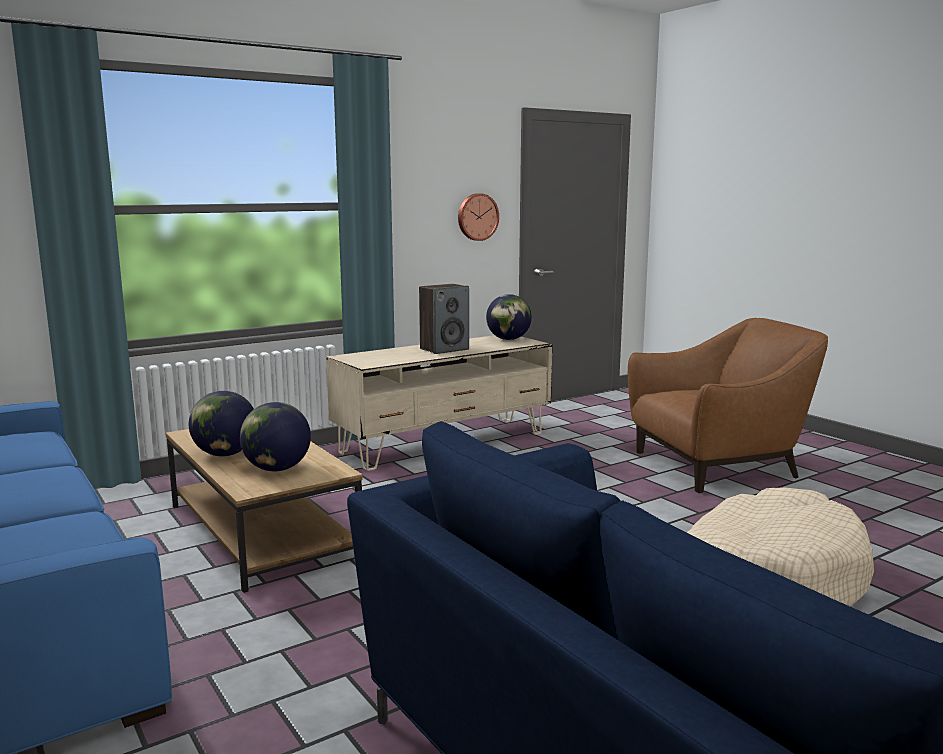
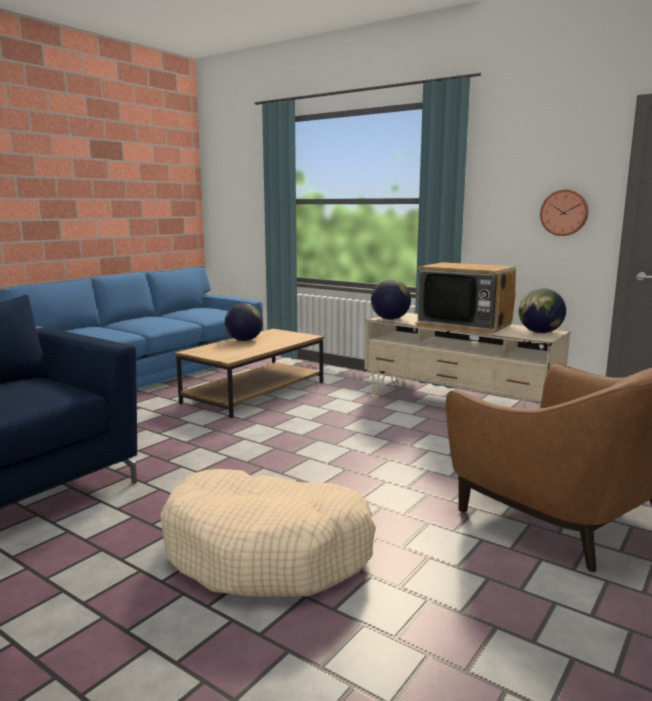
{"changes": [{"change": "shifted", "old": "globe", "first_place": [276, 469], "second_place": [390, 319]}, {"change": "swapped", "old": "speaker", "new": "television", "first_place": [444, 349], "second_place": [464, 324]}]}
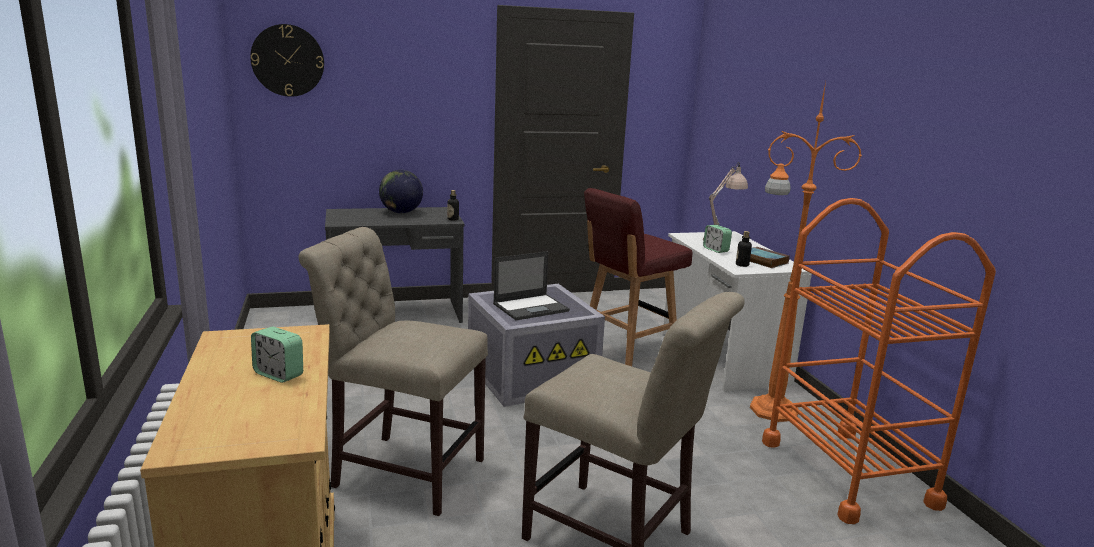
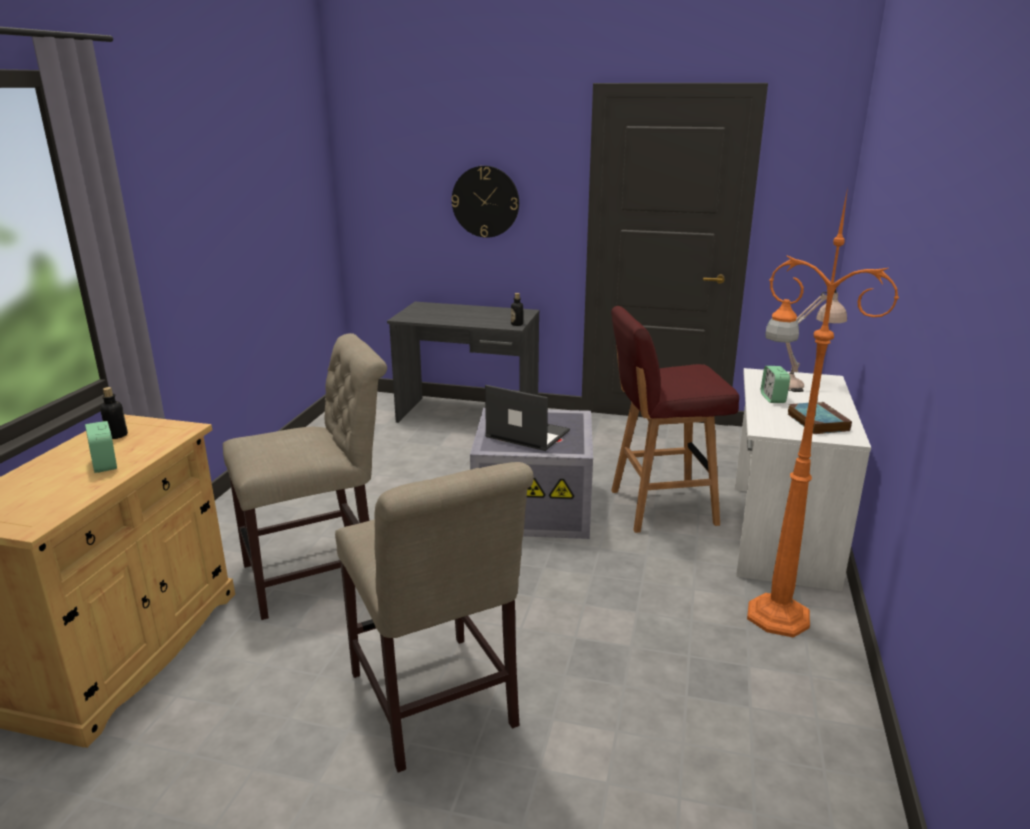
{"changes": [{"change": "shifted", "old": "wall clock", "first_place": [287, 60], "second_place": [485, 201]}, {"change": "rotated", "old": "chair (beige)", "first_place": [402, 470], "second_place": [320, 574], "degrees": 105}, {"change": "gone", "old": "globe", "first_place": [401, 212]}, {"change": "rotated", "old": "laptop", "first_place": [531, 307], "second_place": [526, 434], "degrees": -150}, {"change": "shifted", "old": "bottle", "first_place": [742, 265], "second_place": [117, 435]}, {"change": "gone", "old": "cart (orange)", "first_place": [847, 472]}]}
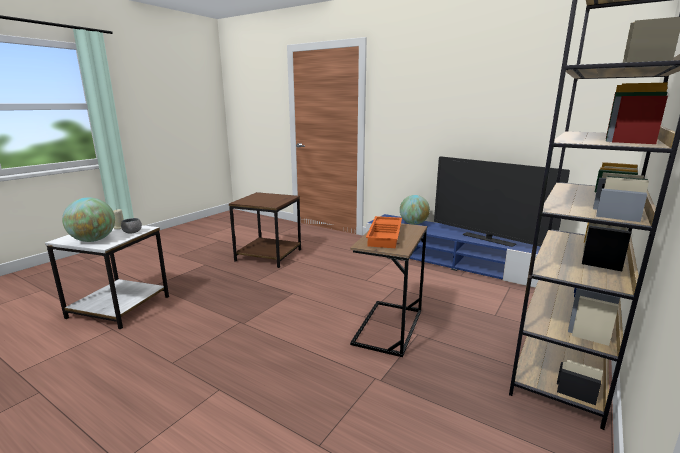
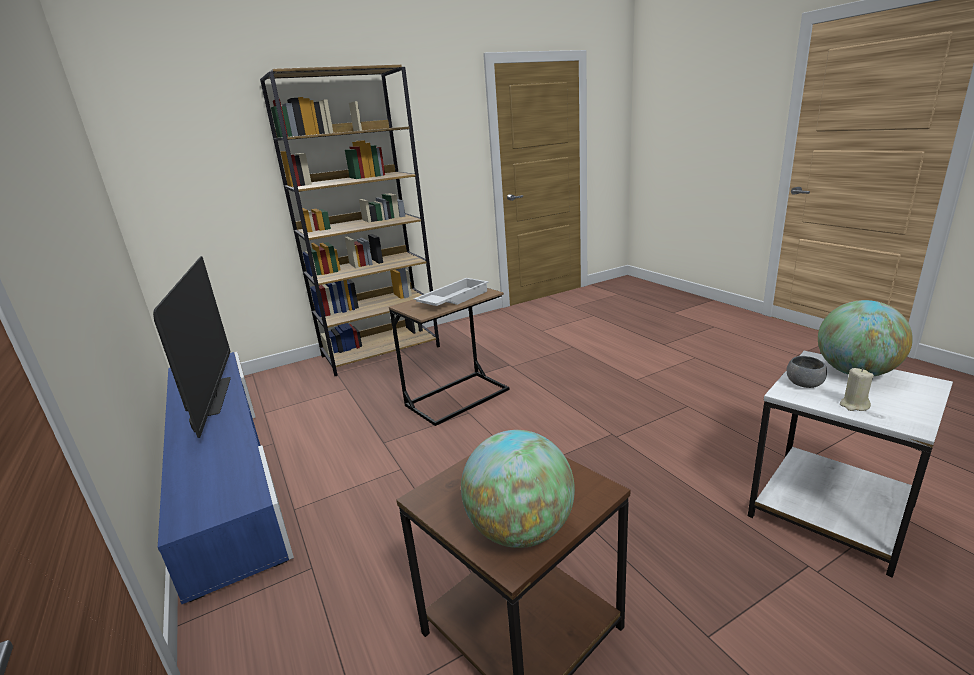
{"changes": [{"change": "repainted", "old": "tray (orange)", "new": "tray (white)", "first_place": [386, 236], "second_place": [453, 299]}, {"change": "shifted", "old": "globe", "first_place": [413, 223], "second_place": [520, 530]}]}
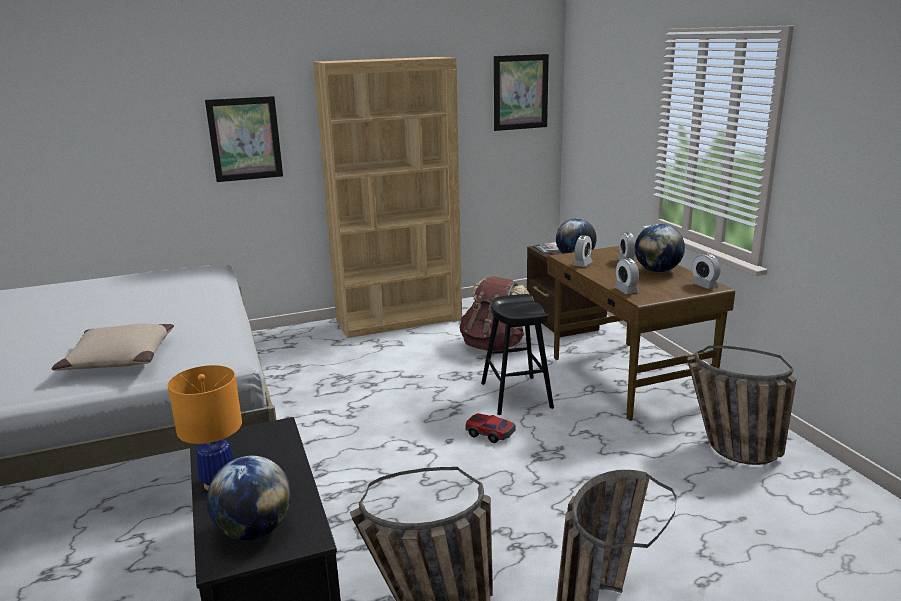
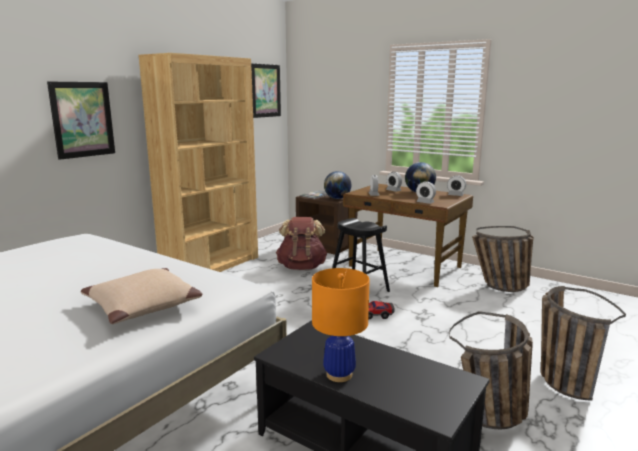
{"changes": [{"change": "gone", "old": "globe", "first_place": [254, 530]}]}
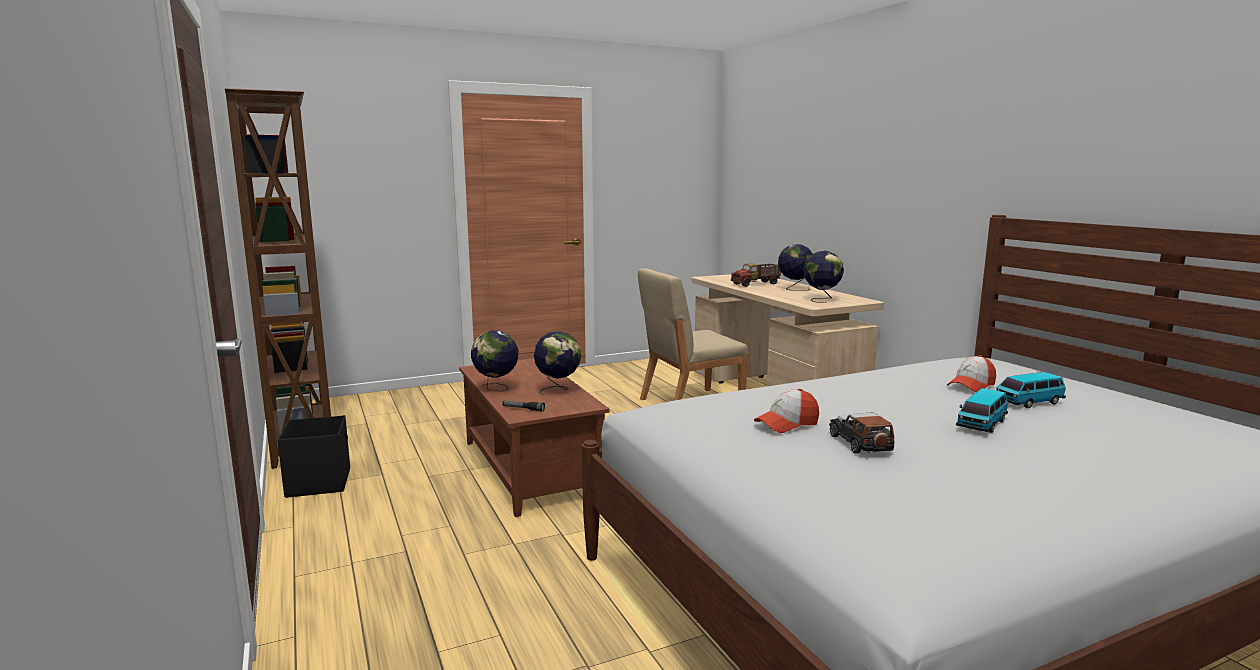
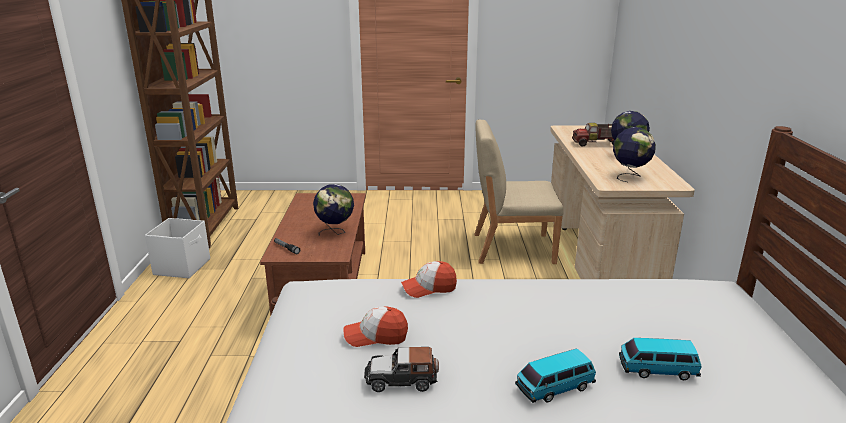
{"changes": [{"change": "repainted", "old": "storage box (black)", "new": "storage box (white)", "first_place": [319, 482], "second_place": [183, 266]}, {"change": "gone", "old": "globe", "first_place": [496, 388]}, {"change": "rotated", "old": "toy car", "first_place": [860, 443], "second_place": [401, 379], "degrees": -105}, {"change": "shifted", "old": "cap", "first_place": [971, 385], "second_place": [429, 288]}]}
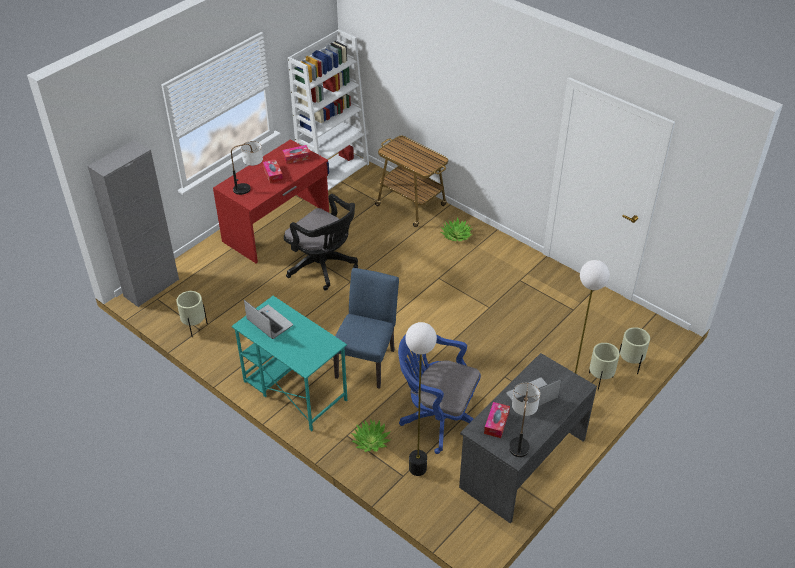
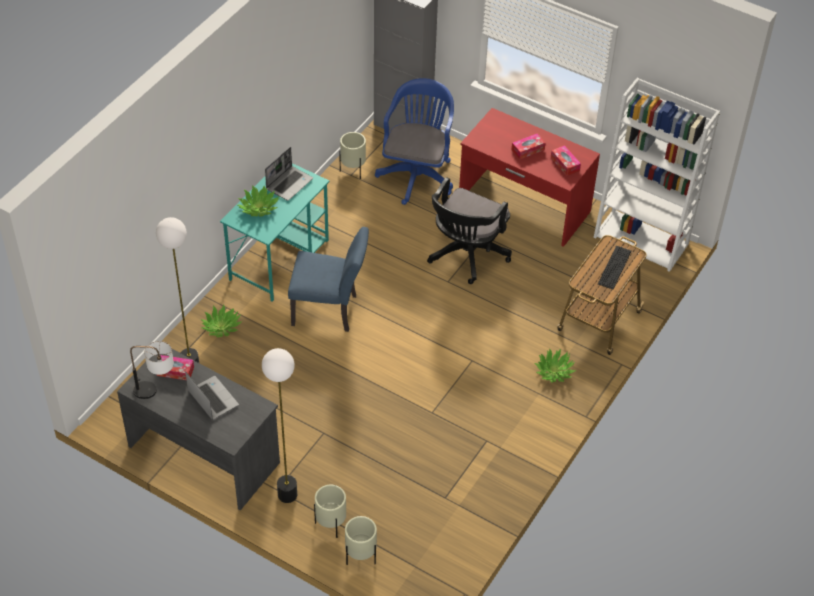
{"changes": [{"change": "gone", "old": "table lamp", "first_place": [250, 187]}, {"change": "shifted", "old": "office chair (blue)", "first_place": [437, 418], "second_place": [417, 174]}, {"change": "new", "new": "potted plant", "second_place": [258, 208]}, {"change": "new", "new": "keyboard", "second_place": [614, 267]}]}
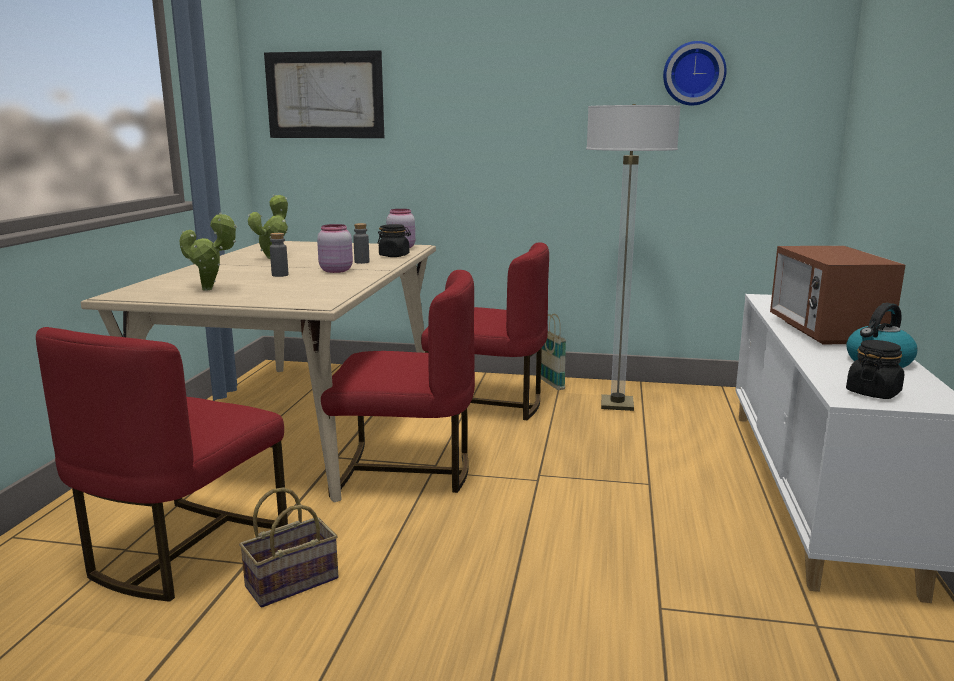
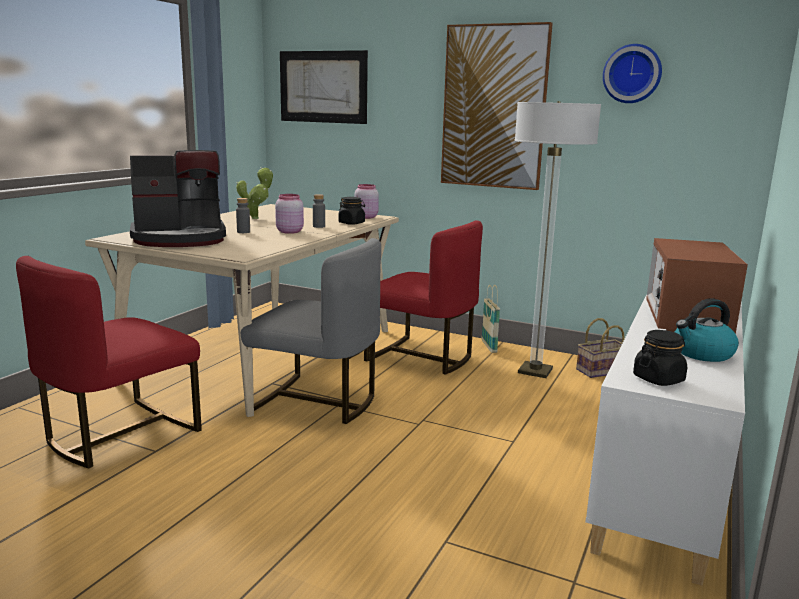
{"changes": [{"change": "swapped", "old": "potted plant", "new": "coffee machine", "first_place": [211, 289], "second_place": [180, 239]}, {"change": "shifted", "old": "basket", "first_place": [293, 581], "second_place": [601, 370]}, {"change": "repainted", "old": "chair (red)", "new": "chair (grey)", "first_place": [404, 471], "second_place": [316, 401]}, {"change": "new", "new": "picture", "second_place": [494, 107]}]}
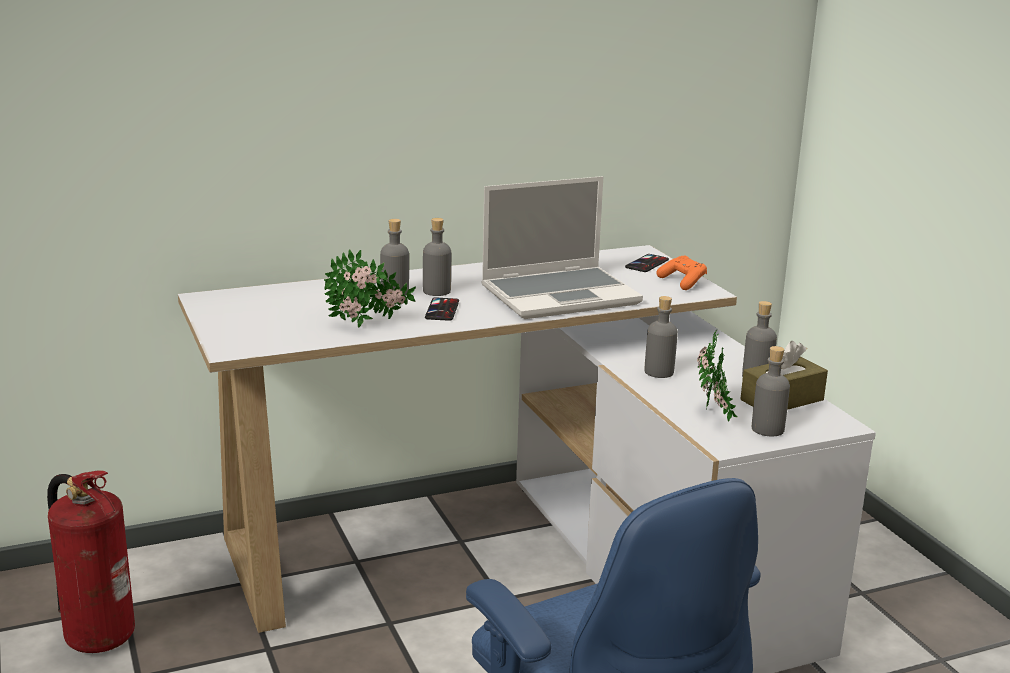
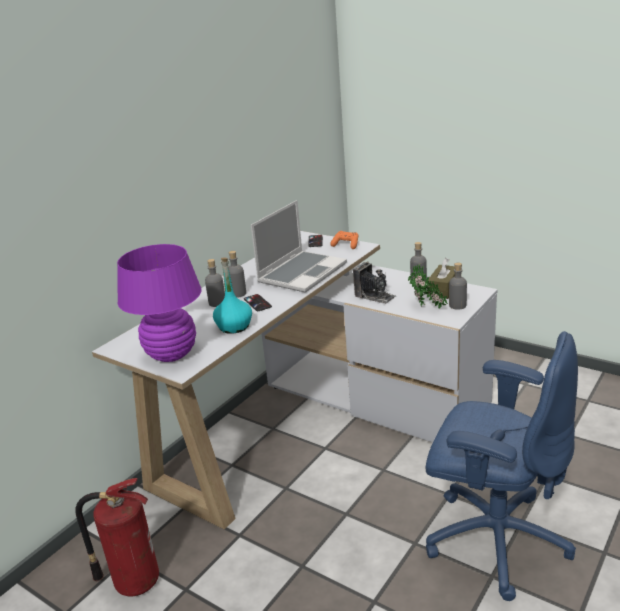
{"changes": [{"change": "swapped", "old": "potted plant", "new": "bottle (turquoise)", "first_place": [369, 325], "second_place": [234, 326]}, {"change": "swapped", "old": "bottle (grey)", "new": "photo camera", "first_place": [659, 372], "second_place": [375, 296]}, {"change": "new", "new": "table lamp (purple)", "second_place": [171, 354]}]}
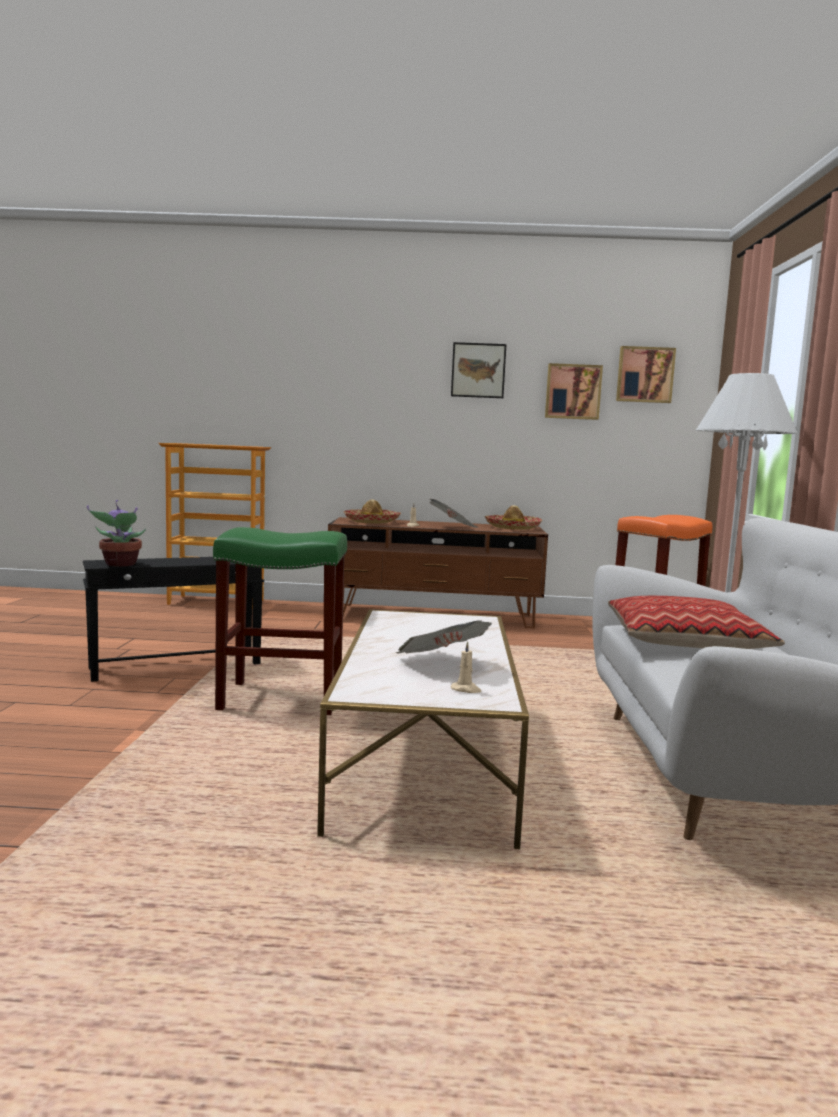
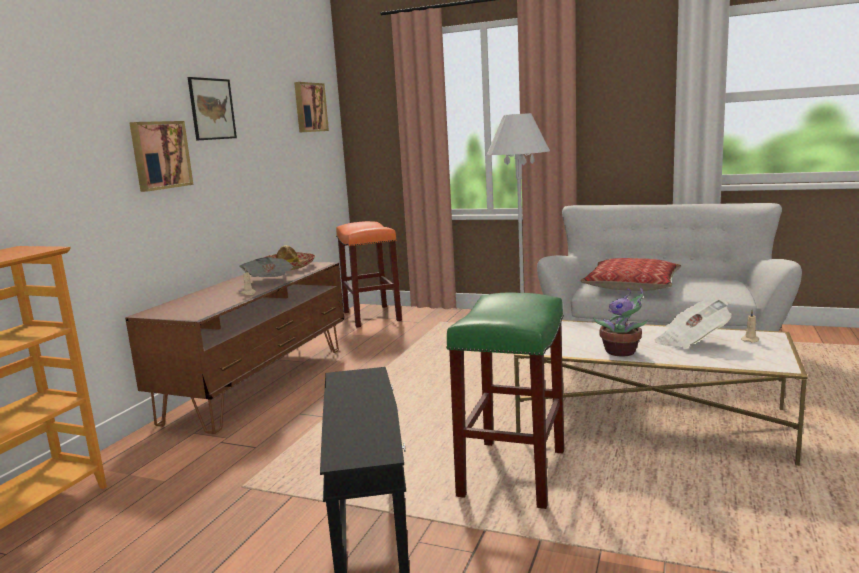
{"changes": [{"change": "shifted", "old": "potted plant", "first_place": [120, 565], "second_place": [622, 352]}, {"change": "gone", "old": "hat", "first_place": [371, 522]}, {"change": "shifted", "old": "picture", "first_place": [573, 392], "second_place": [159, 155]}]}
